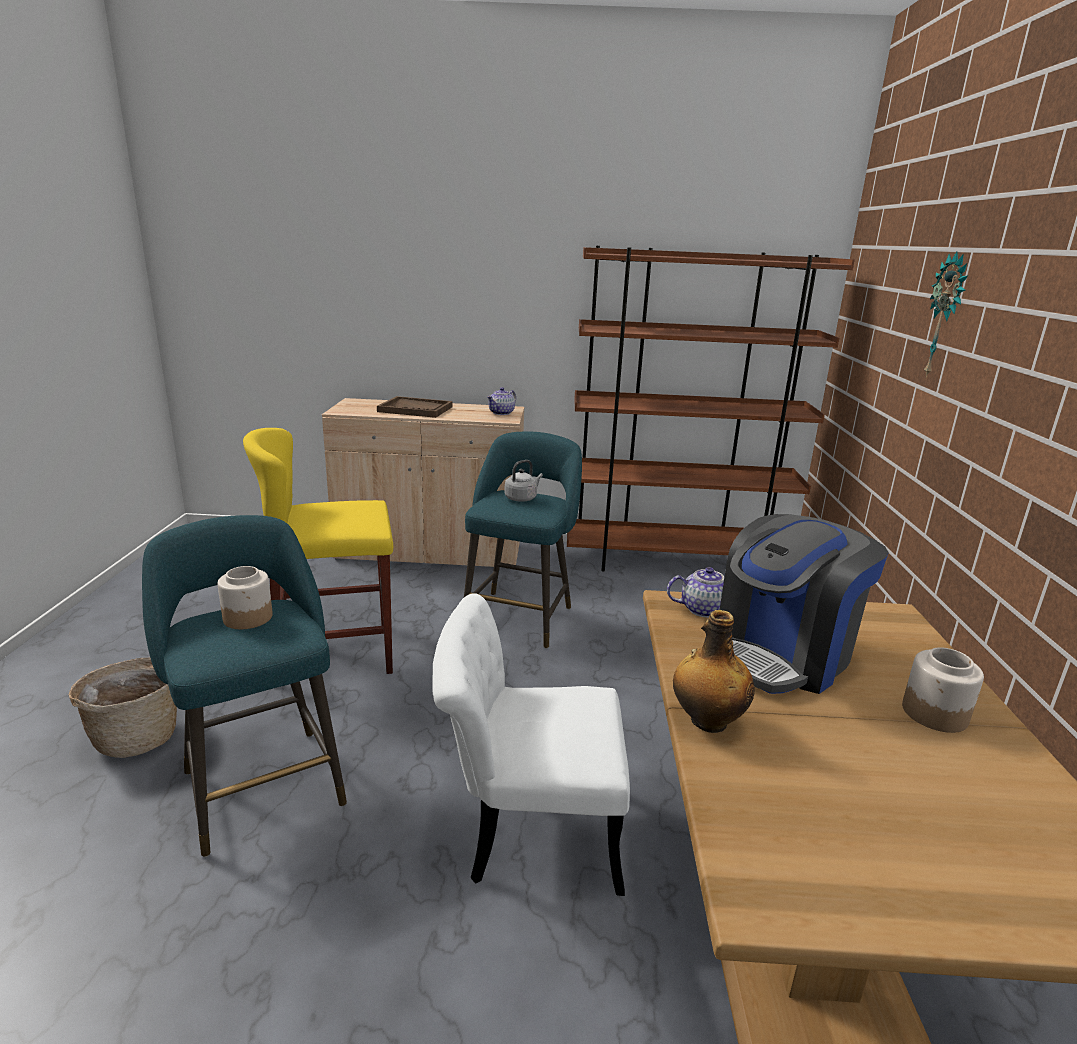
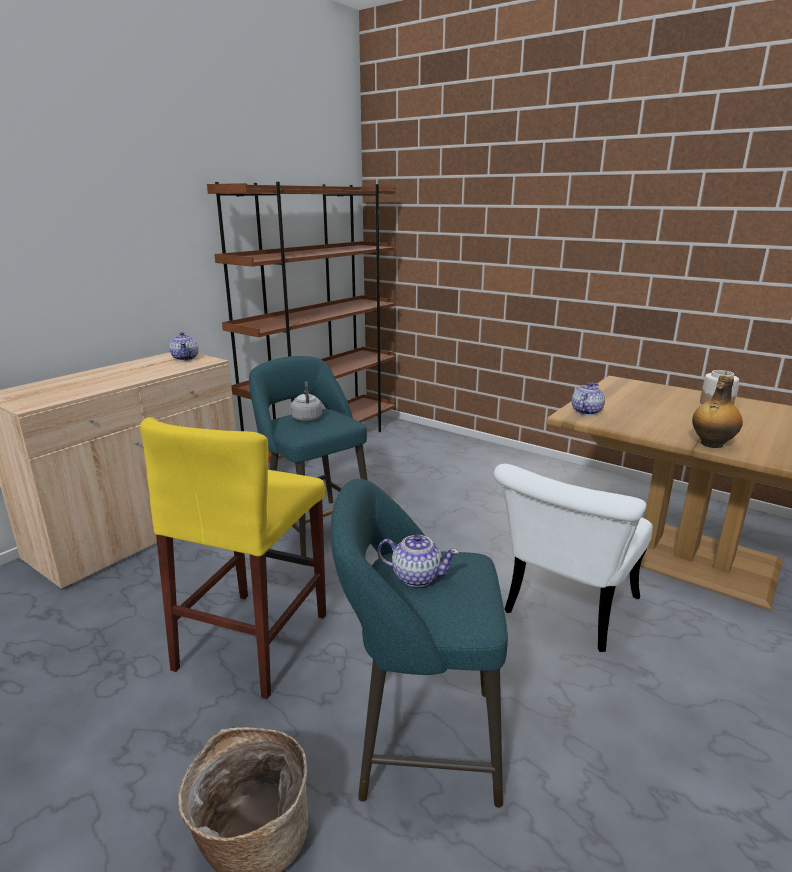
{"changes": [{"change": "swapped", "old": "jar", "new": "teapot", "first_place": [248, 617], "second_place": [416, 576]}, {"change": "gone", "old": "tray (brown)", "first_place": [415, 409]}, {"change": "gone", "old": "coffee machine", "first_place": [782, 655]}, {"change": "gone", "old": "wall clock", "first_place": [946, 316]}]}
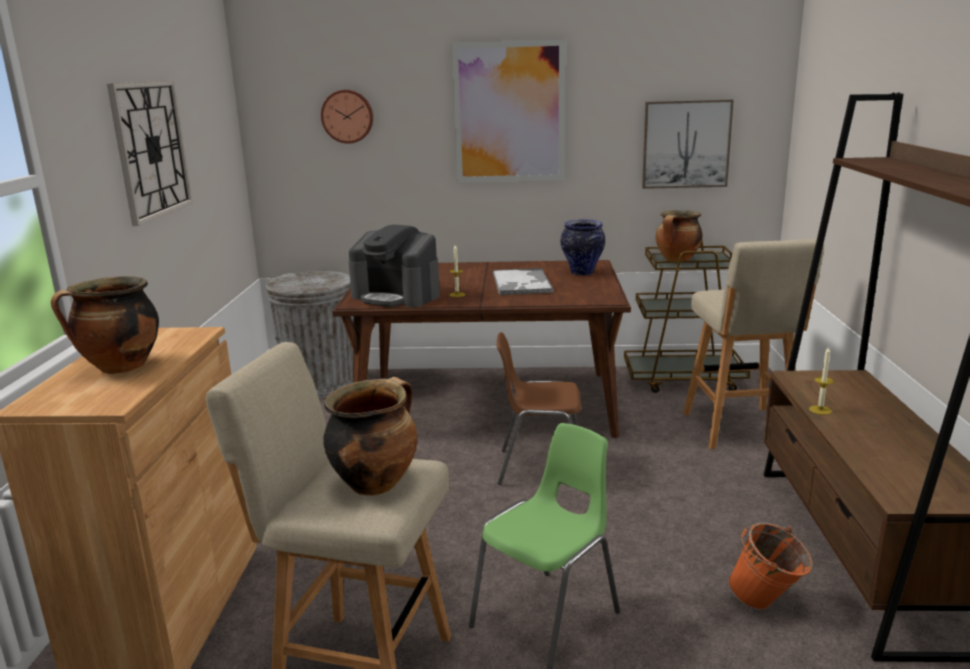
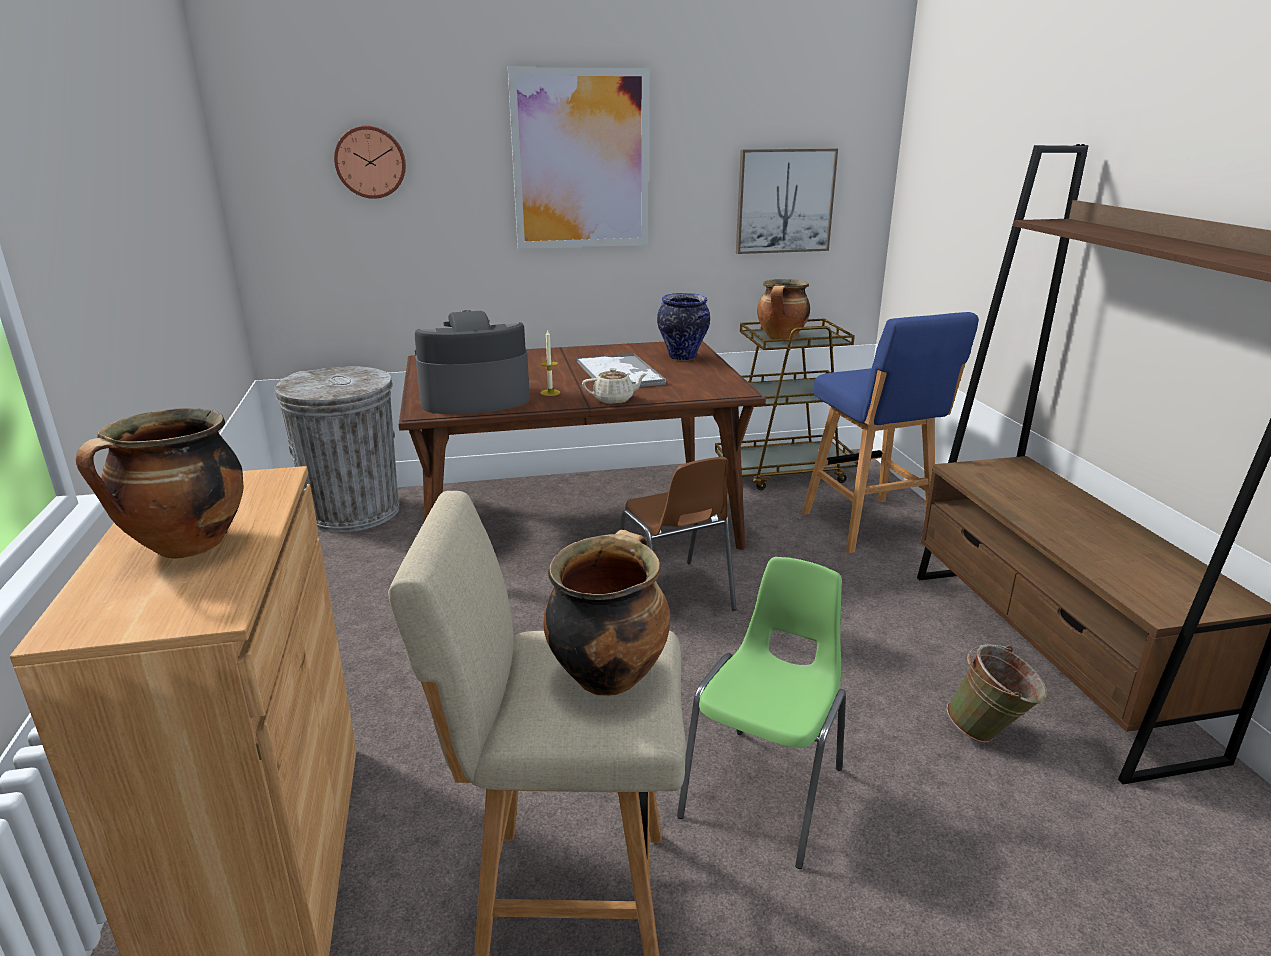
{"changes": [{"change": "gone", "old": "wall clock", "first_place": [151, 149]}, {"change": "rotated", "old": "coffee machine", "first_place": [397, 296], "second_place": [474, 398], "degrees": 150}, {"change": "rotated", "old": "chair (brown)", "first_place": [541, 467], "second_place": [674, 595], "degrees": -105}, {"change": "repainted", "old": "stool (beige)", "new": "stool (blue)", "first_place": [740, 430], "second_place": [869, 527]}, {"change": "repainted", "old": "bucket (orange)", "new": "bucket (green)", "first_place": [766, 604], "second_place": [989, 733]}, {"change": "gone", "old": "candle", "first_place": [820, 410]}, {"change": "new", "new": "teapot (beige)", "second_place": [614, 399]}]}
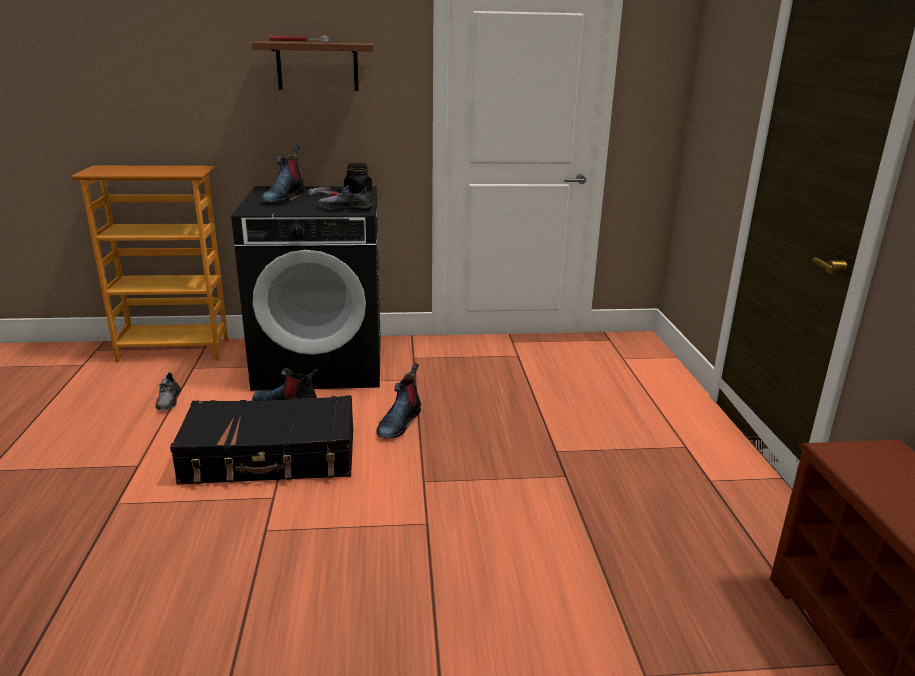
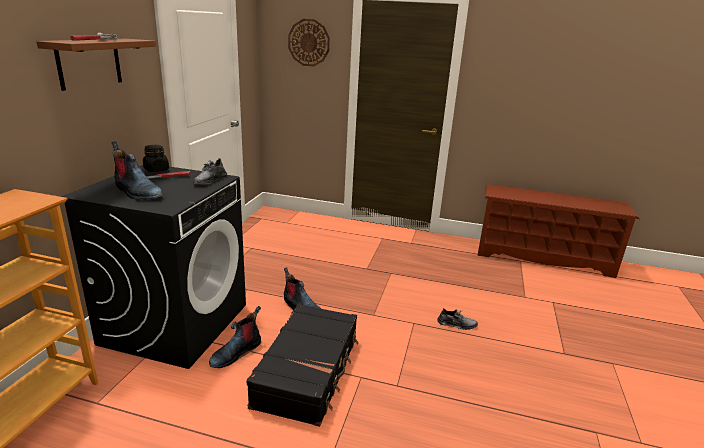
{"changes": [{"change": "shifted", "old": "shoe (grey)", "first_place": [168, 401], "second_place": [456, 324]}, {"change": "new", "new": "wall clock", "second_place": [309, 42]}]}
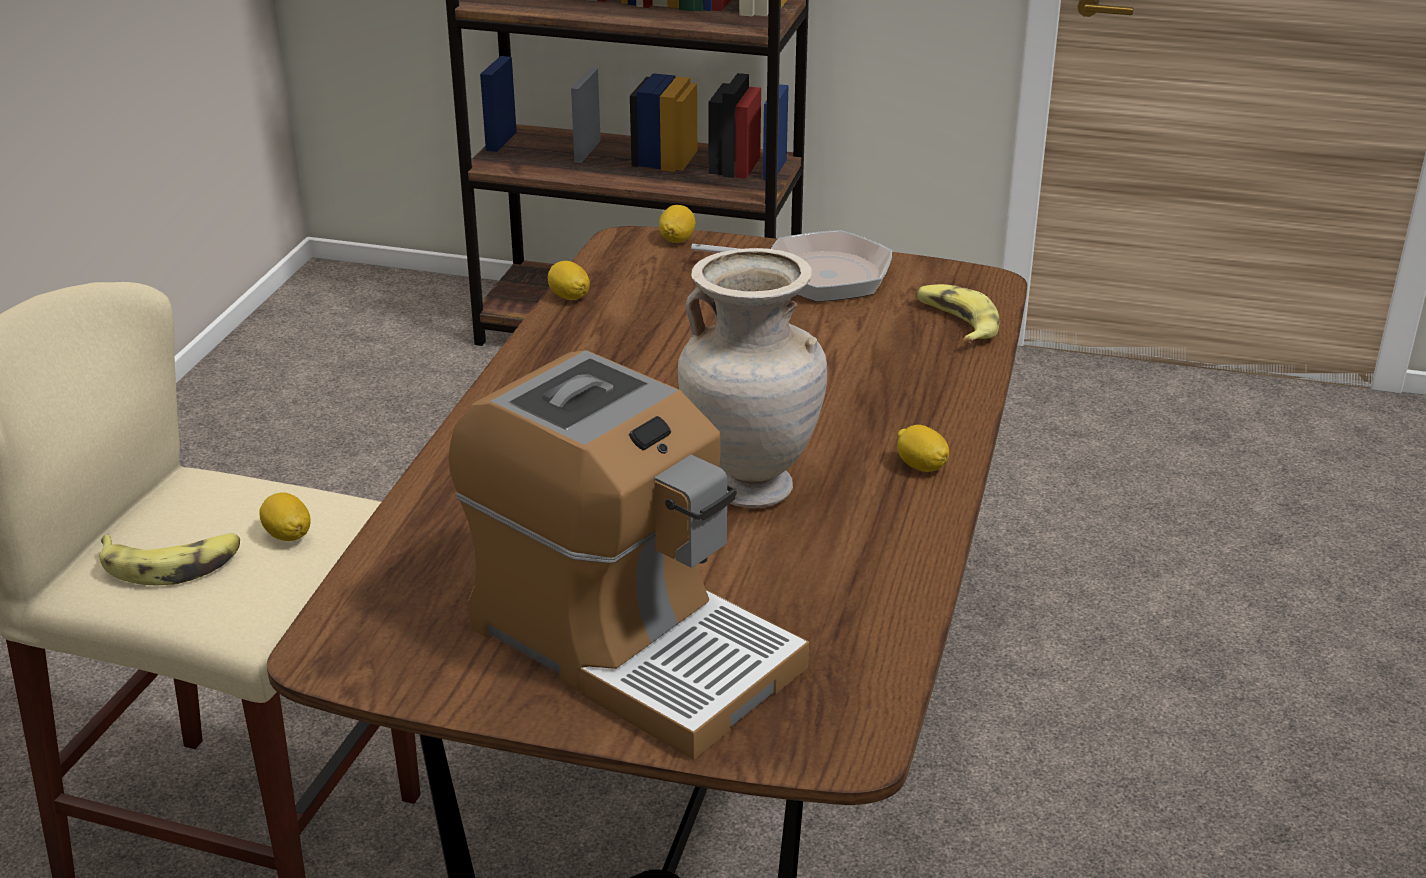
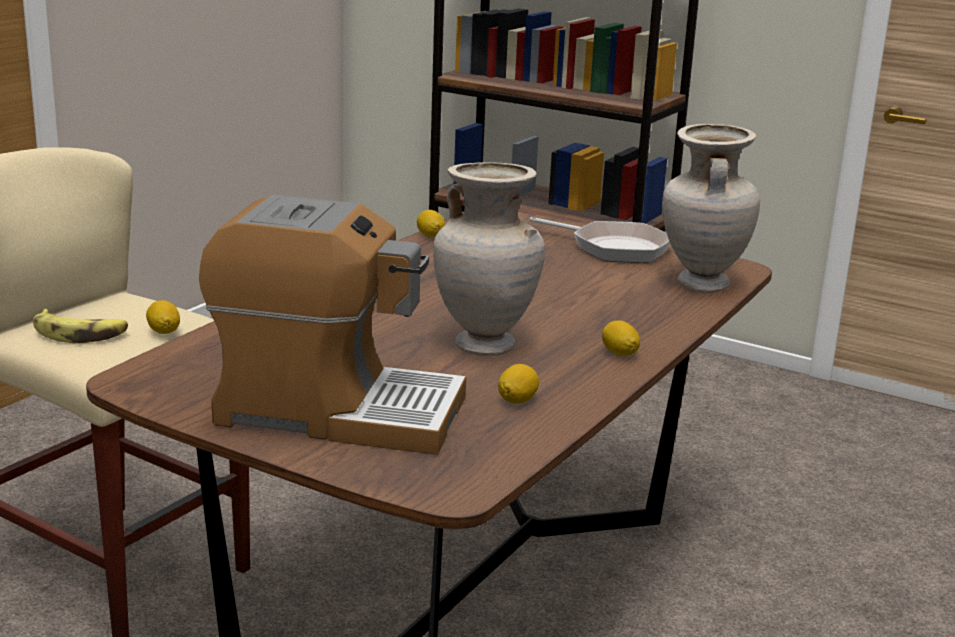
{"changes": [{"change": "rotated", "old": "coffee machine", "first_place": [630, 645], "second_place": [336, 410], "degrees": -45}, {"change": "shifted", "old": "lemon", "first_place": [677, 239], "second_place": [517, 400]}, {"change": "swapped", "old": "banana", "new": "vase (beige)", "first_place": [955, 323], "second_place": [700, 285]}]}
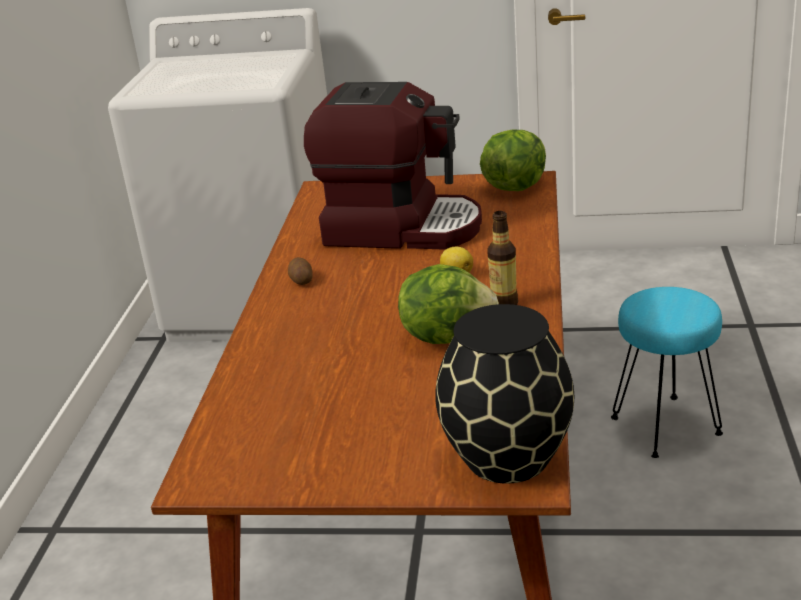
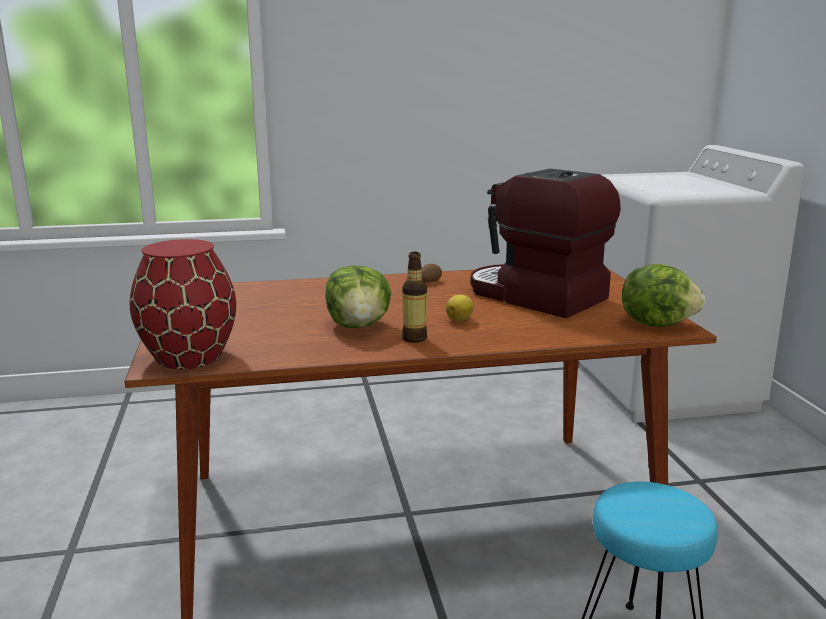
{"changes": [{"change": "rotated", "old": "coffee machine", "first_place": [401, 228], "second_place": [535, 296], "degrees": 135}, {"change": "repainted", "old": "vase (black)", "new": "vase (red)", "first_place": [507, 456], "second_place": [190, 357]}]}
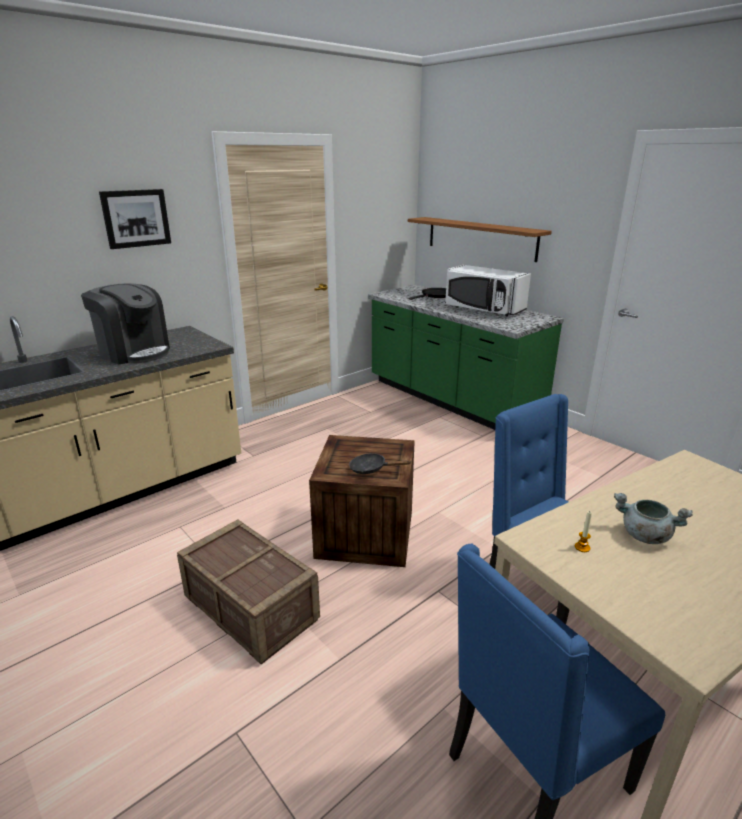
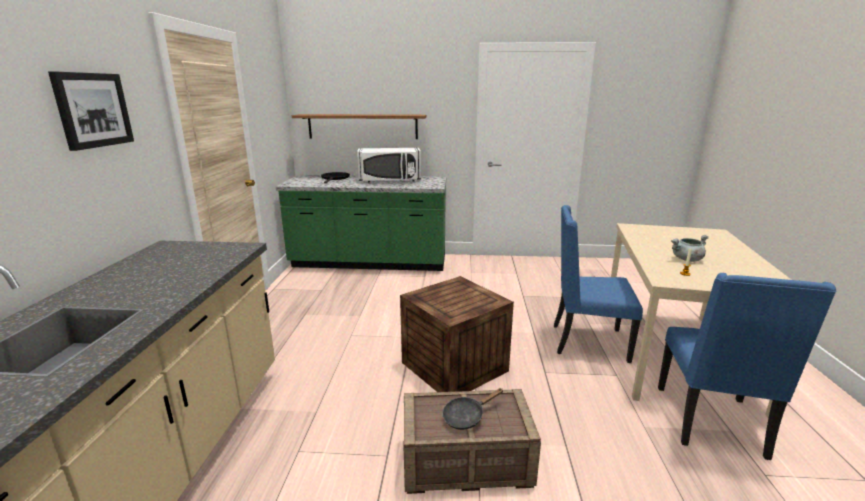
{"changes": [{"change": "gone", "old": "coffee machine", "first_place": [134, 352]}, {"change": "shifted", "old": "frying pan (black)", "first_place": [371, 469], "second_place": [466, 416]}]}
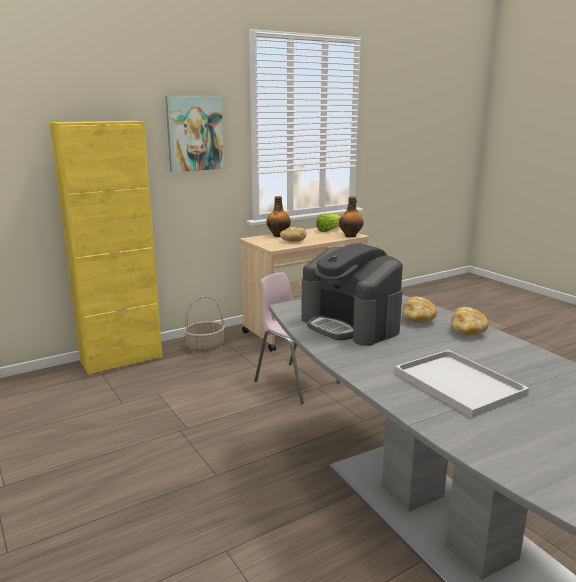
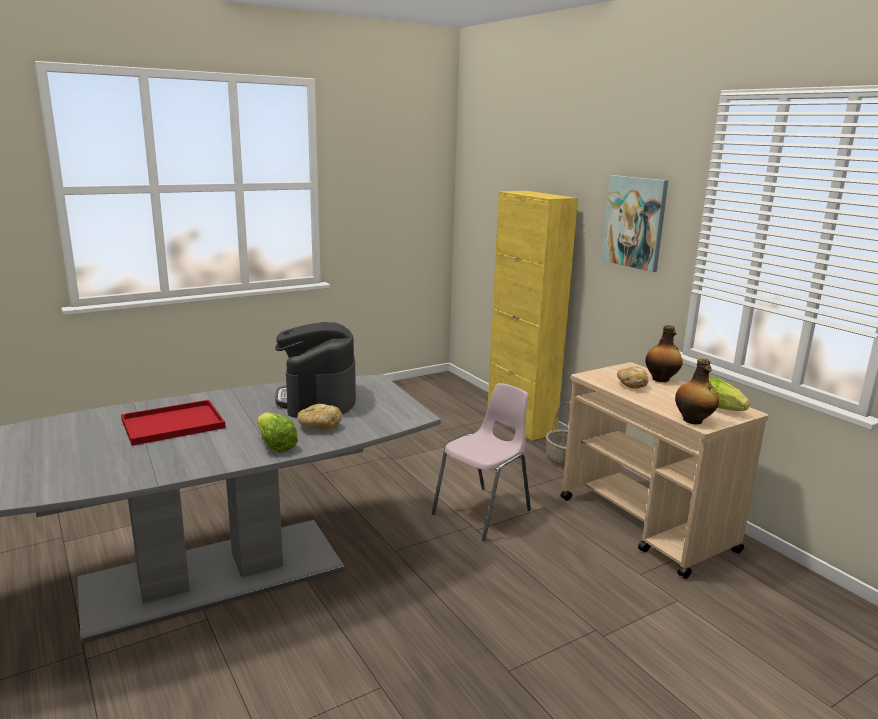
{"changes": [{"change": "rotated", "old": "coffee machine", "first_place": [350, 325], "second_place": [317, 399], "degrees": -60}, {"change": "repainted", "old": "tray (white)", "new": "tray (red)", "first_place": [455, 383], "second_place": [175, 423]}, {"change": "swapped", "old": "bread", "new": "lettuce", "first_place": [467, 332], "second_place": [275, 445]}]}
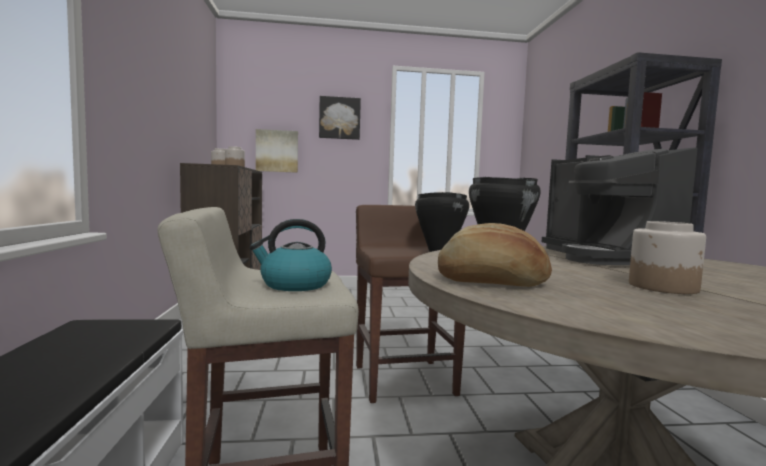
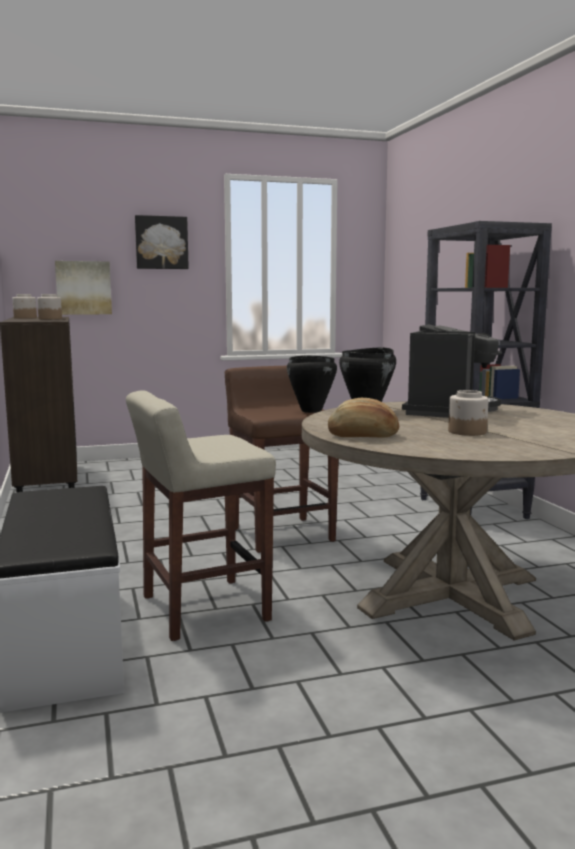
{"changes": [{"change": "gone", "old": "kettle", "first_place": [294, 285]}, {"change": "rotated", "old": "coffee machine", "first_place": [605, 257], "second_place": [447, 410], "degrees": -135}]}
